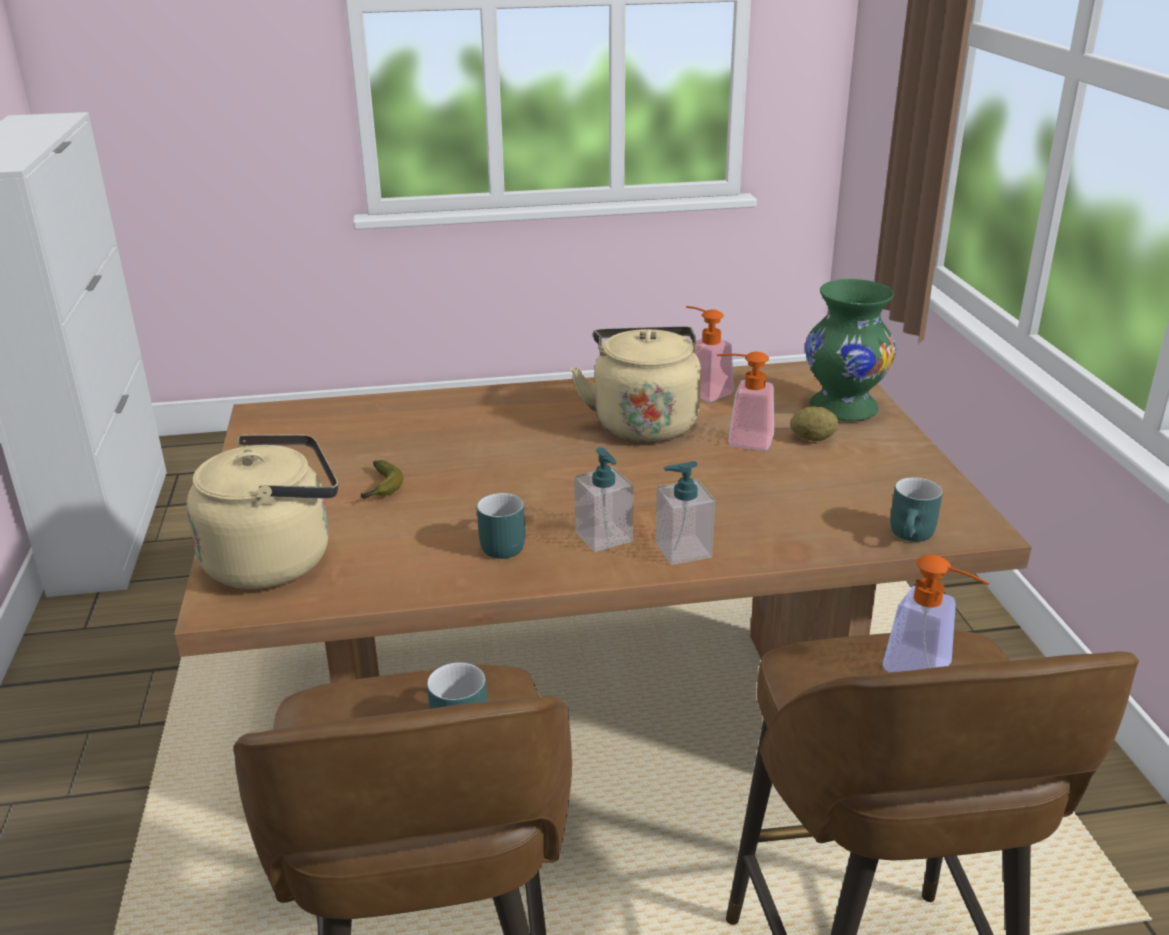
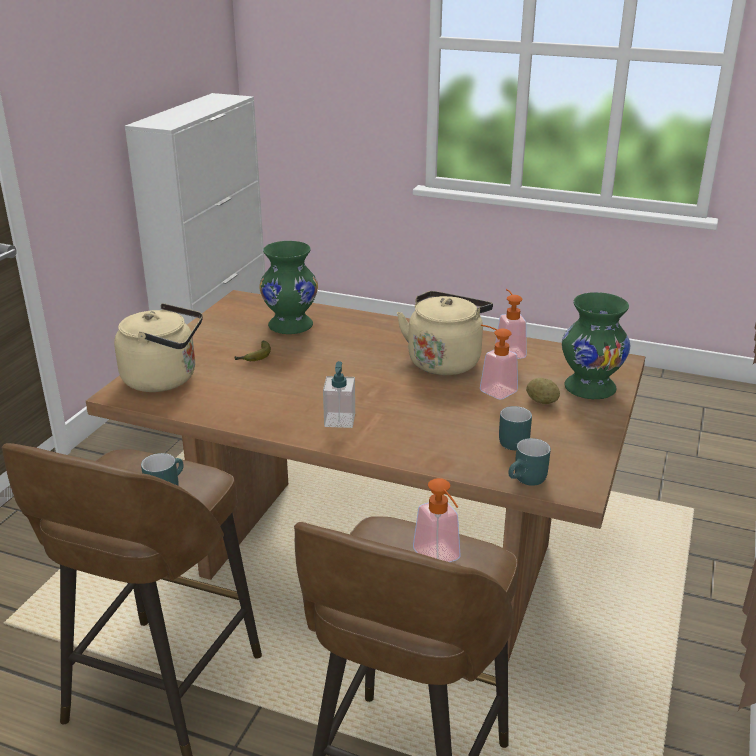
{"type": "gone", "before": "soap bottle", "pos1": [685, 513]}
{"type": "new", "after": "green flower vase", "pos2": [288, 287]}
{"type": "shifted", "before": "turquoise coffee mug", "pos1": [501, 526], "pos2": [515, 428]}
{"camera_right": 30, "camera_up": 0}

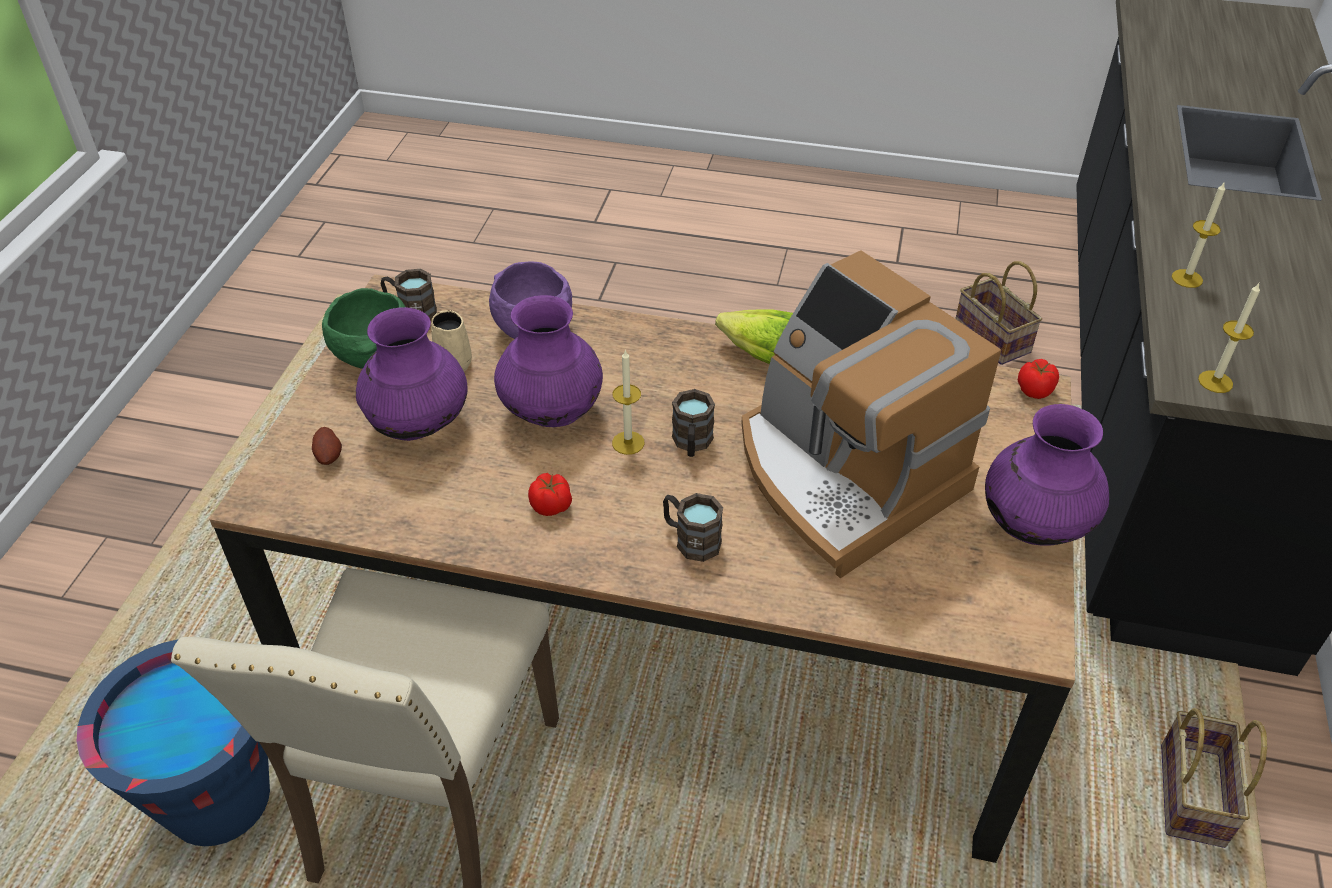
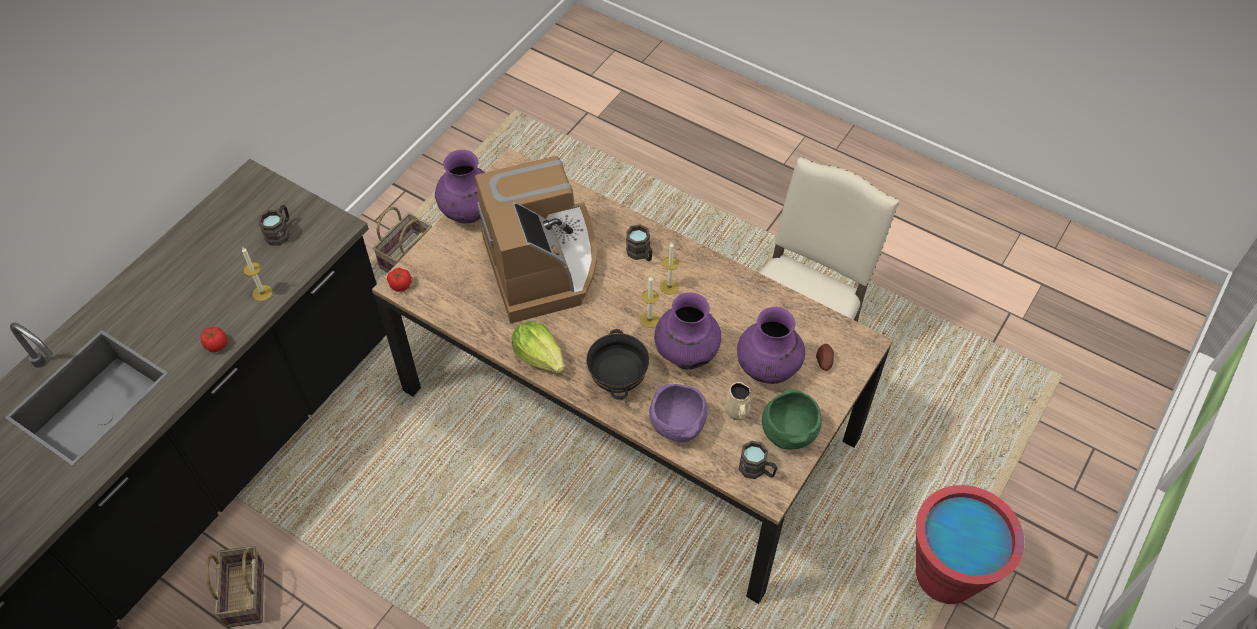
{"type": "gone", "before": "bluish water bucket", "pos1": [173, 742]}
{"type": "new", "after": "blackish serving bowl", "pos2": [618, 364]}
{"type": "new", "after": "red water bucket", "pos2": [970, 544]}
{"type": "shifted", "before": "tomato", "pos1": [550, 494], "pos2": [214, 339]}
{"type": "shifted", "before": "brown-coloured coffee mug", "pos1": [693, 423], "pos2": [274, 225]}
{"type": "shifted", "before": "wax candle", "pos1": [1229, 337], "pos2": [669, 269]}
{"camera_right": -160, "camera_up": 10}

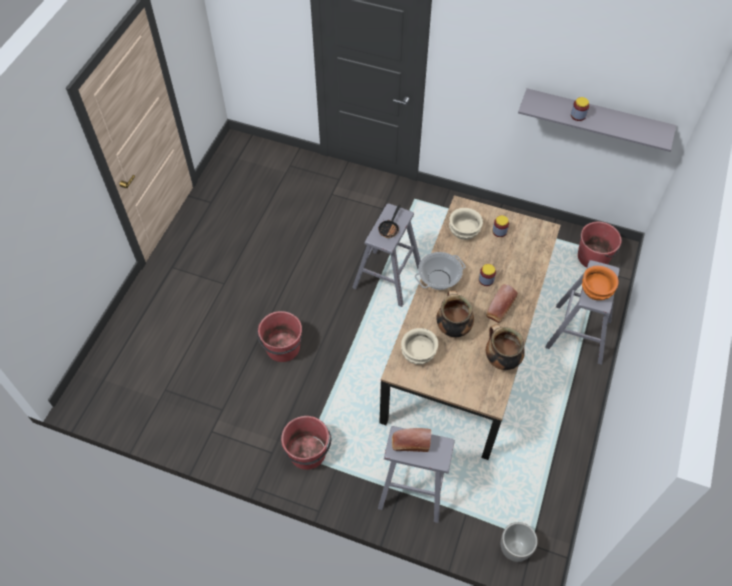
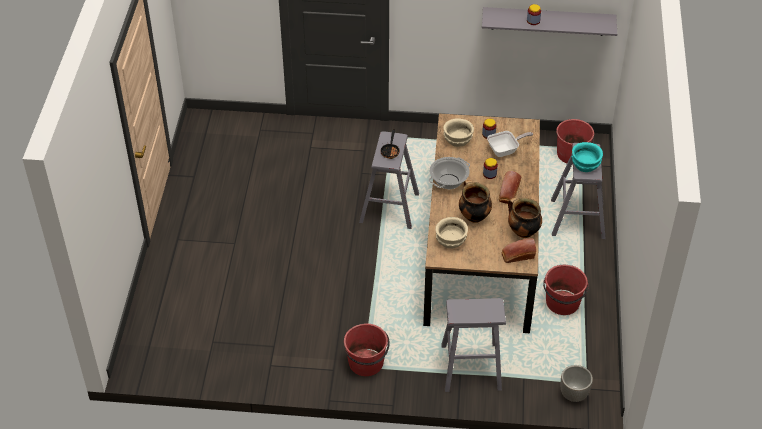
{"type": "new", "after": "frying pan", "pos2": [510, 144]}
{"type": "shifted", "before": "red water bucket", "pos1": [279, 336], "pos2": [566, 290]}
{"type": "shifted", "before": "baked bread", "pos1": [411, 440], "pos2": [518, 250]}
{"type": "repainted", "before": "orange-coloured serving bowl", "after": "turquoise serving bowl", "pos1": [600, 283], "pos2": [587, 157]}
{"camera_right": -15, "camera_up": -10}

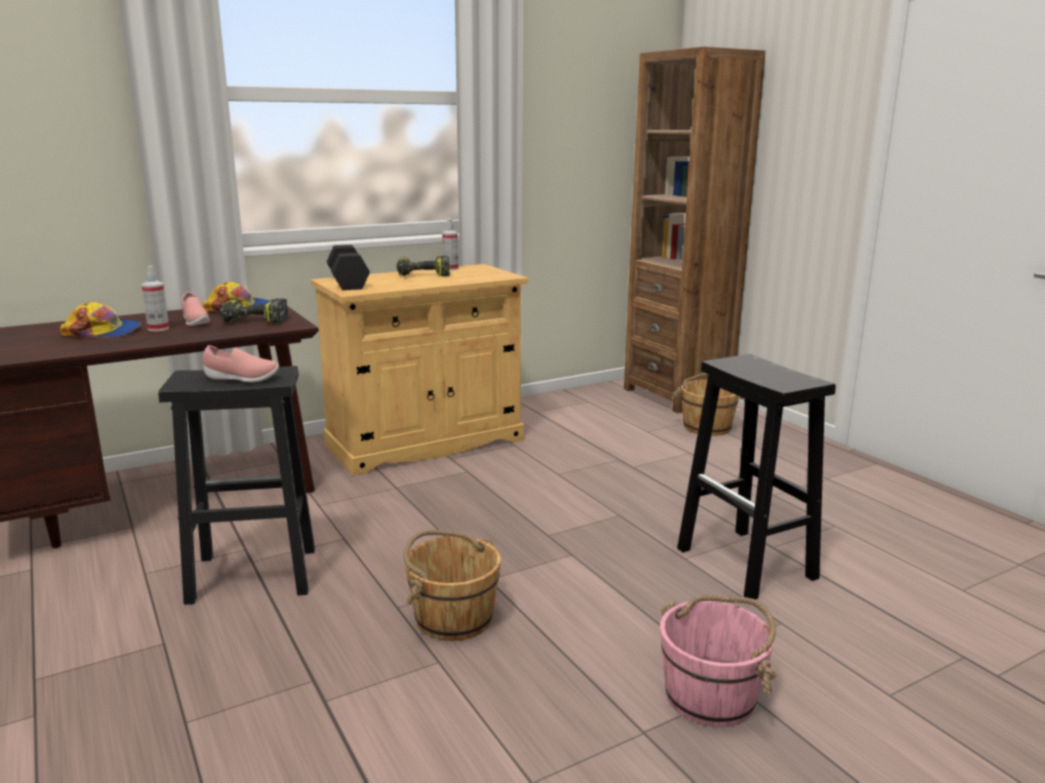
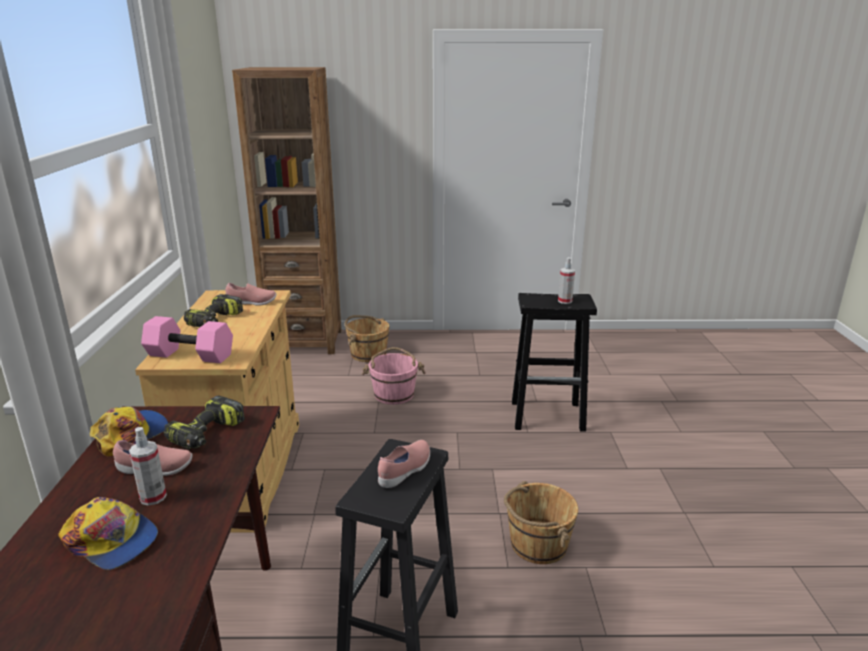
{"type": "new", "after": "pink shoe", "pos2": [250, 294]}
{"type": "shifted", "before": "spray bottle", "pos1": [450, 244], "pos2": [566, 280]}
{"type": "shifted", "before": "pink water bucket", "pos1": [718, 661], "pos2": [394, 376]}
{"type": "repainted", "before": "blackish hand weight", "after": "pink hand weight", "pos1": [348, 267], "pos2": [187, 339]}
{"type": "rotated", "before": "peaked cap", "pos1": [100, 320], "pos2": [108, 533], "turn": 90}
{"camera_right": -60, "camera_up": 5}

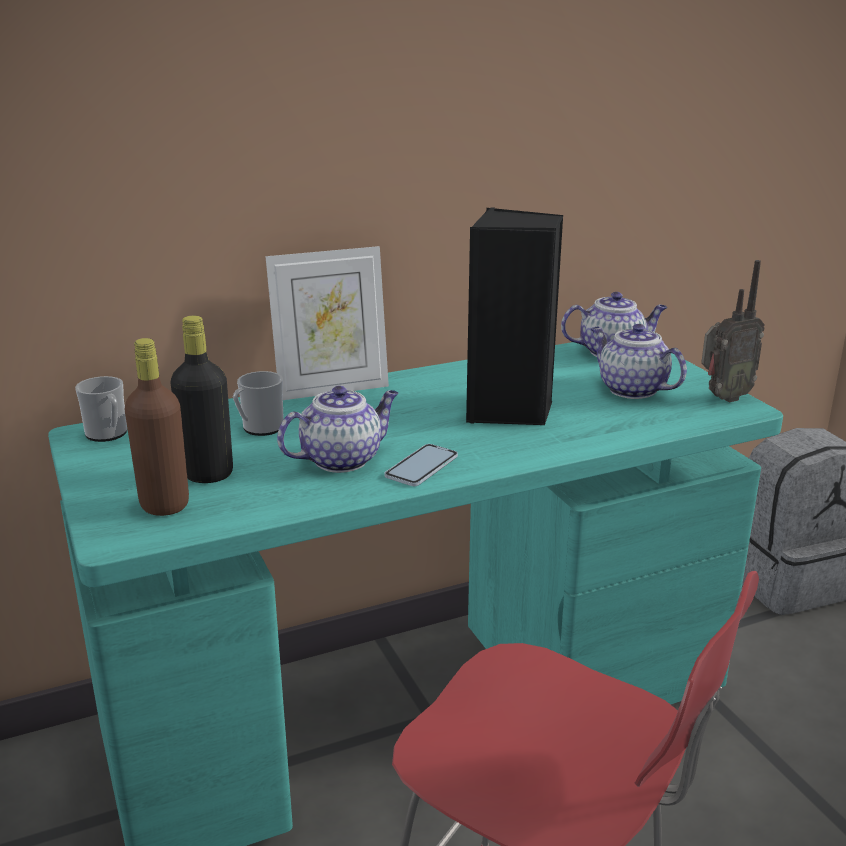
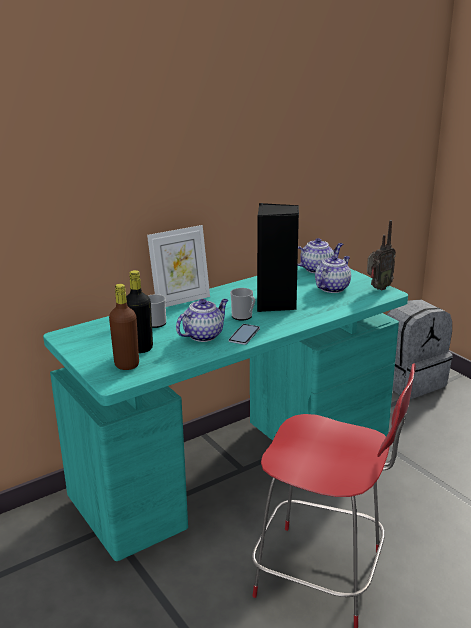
{"type": "shifted", "before": "coffee mug", "pos1": [101, 409], "pos2": [242, 304]}
{"type": "rotated", "before": "pot for tea", "pos1": [638, 361], "pos2": [333, 274], "turn": 90}
{"camera_right": -10, "camera_up": 0}

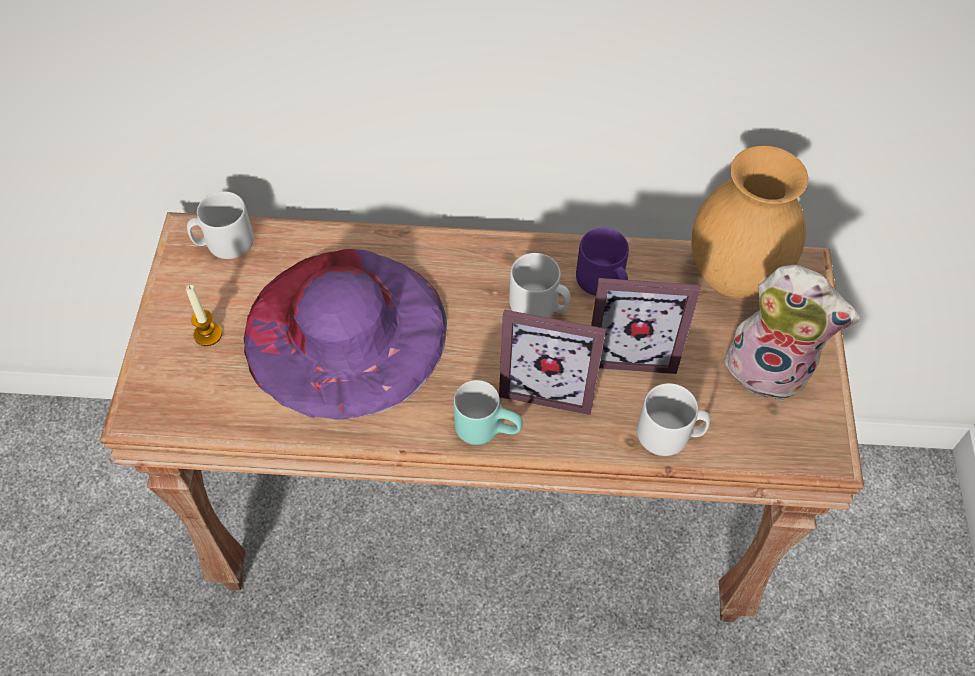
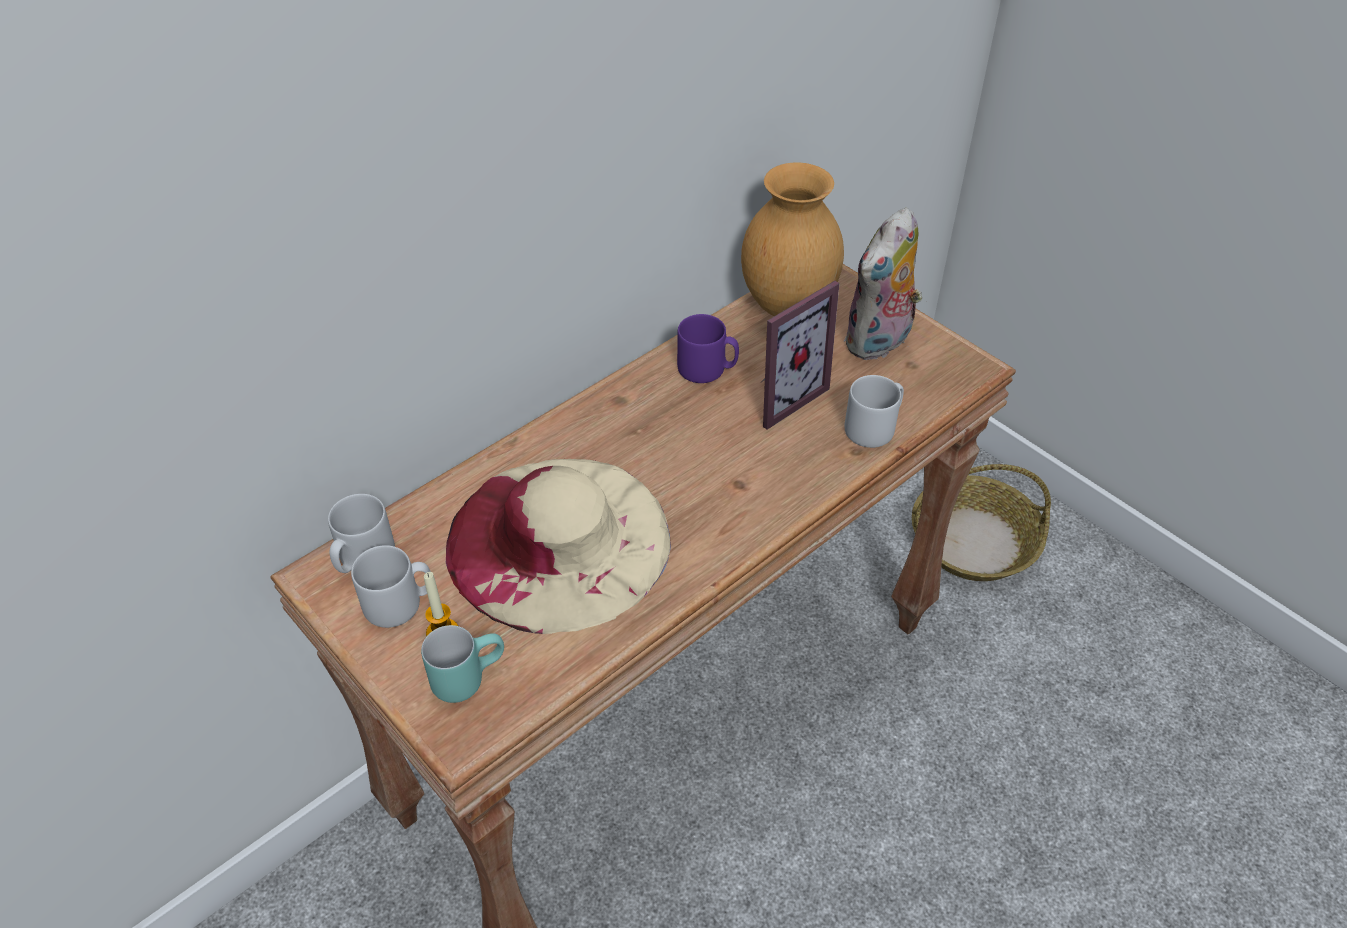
{"type": "gone", "before": "standing frame", "pos1": [552, 362]}
{"type": "new", "after": "storage basket", "pos2": [981, 522]}
{"type": "shifted", "before": "turquoise coffee mug", "pos1": [488, 412], "pos2": [462, 664]}
{"type": "shifted", "before": "greyish coffee mug", "pos1": [539, 285], "pos2": [391, 586]}
{"type": "repainted", "before": "purple clothing hat", "after": "beige clothing hat", "pos1": [345, 334], "pos2": [558, 546]}
{"type": "rotated", "before": "soft toy", "pos1": [790, 333], "pos2": [883, 283], "turn": 150}
{"camera_right": -45, "camera_up": -10}

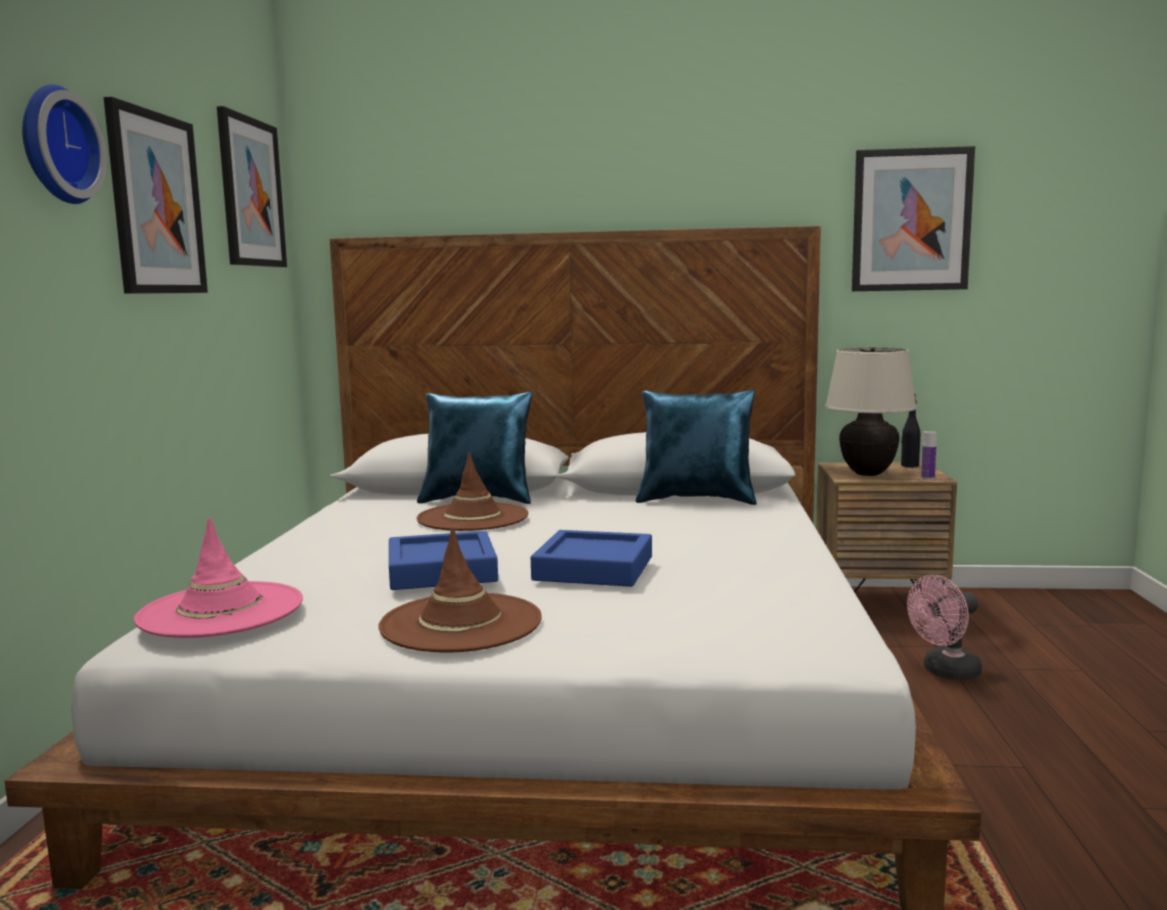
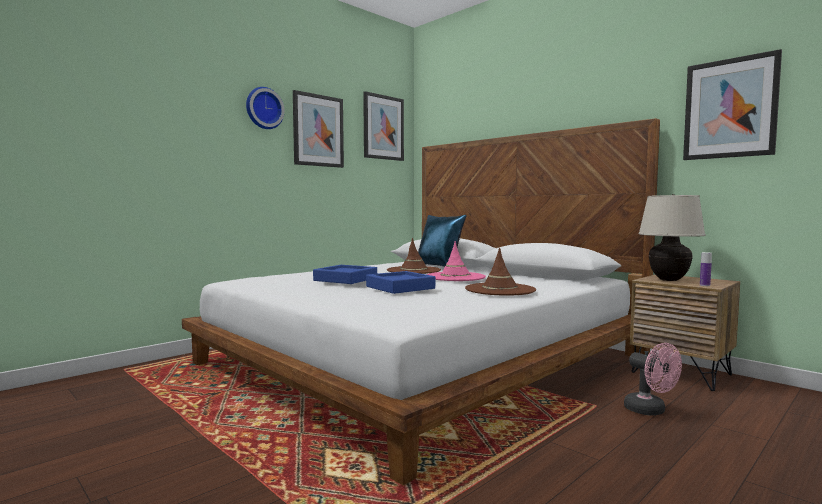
{"type": "gone", "before": "bluish throw pillow", "pos1": [696, 447]}
{"type": "gone", "before": "blackish drink bottle", "pos1": [910, 430]}
{"type": "shifted", "before": "pink clothing hat", "pos1": [218, 577], "pos2": [456, 261]}
{"type": "shifted", "before": "brown-coloured clothing hat", "pos1": [460, 589], "pos2": [500, 271]}
{"type": "rotated", "before": "pink cooling fan", "pos1": [944, 627], "pos2": [653, 379], "turn": -135}
{"camera_right": 40, "camera_up": -5}

